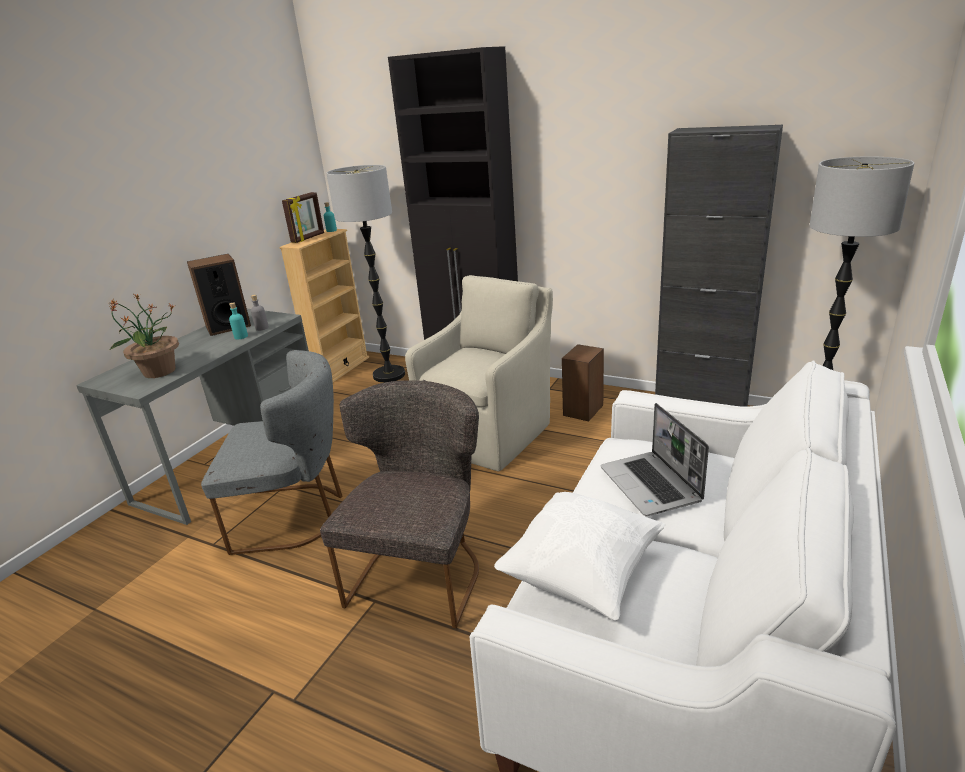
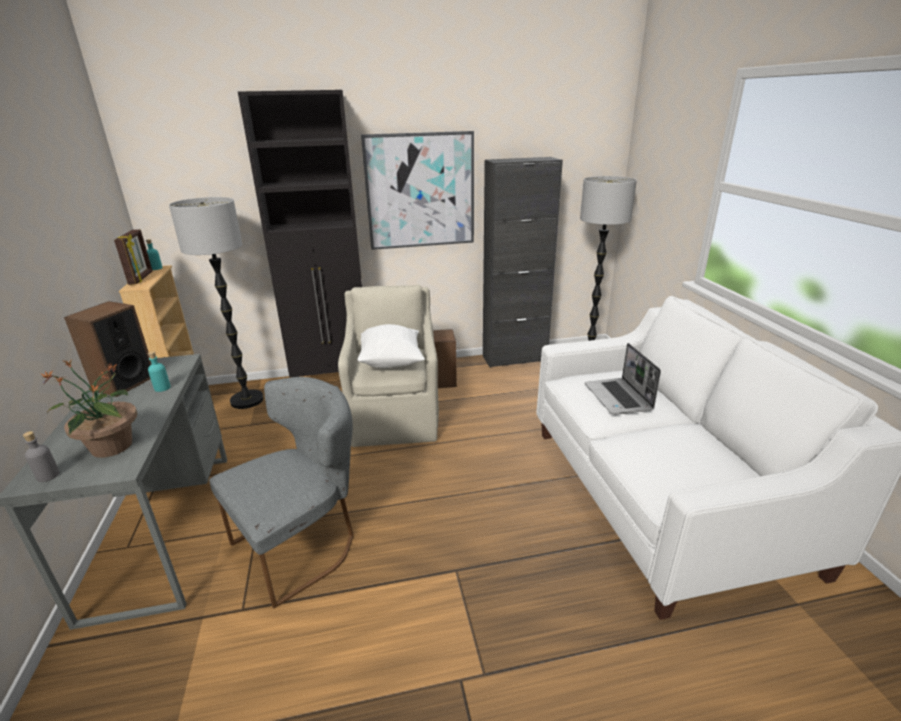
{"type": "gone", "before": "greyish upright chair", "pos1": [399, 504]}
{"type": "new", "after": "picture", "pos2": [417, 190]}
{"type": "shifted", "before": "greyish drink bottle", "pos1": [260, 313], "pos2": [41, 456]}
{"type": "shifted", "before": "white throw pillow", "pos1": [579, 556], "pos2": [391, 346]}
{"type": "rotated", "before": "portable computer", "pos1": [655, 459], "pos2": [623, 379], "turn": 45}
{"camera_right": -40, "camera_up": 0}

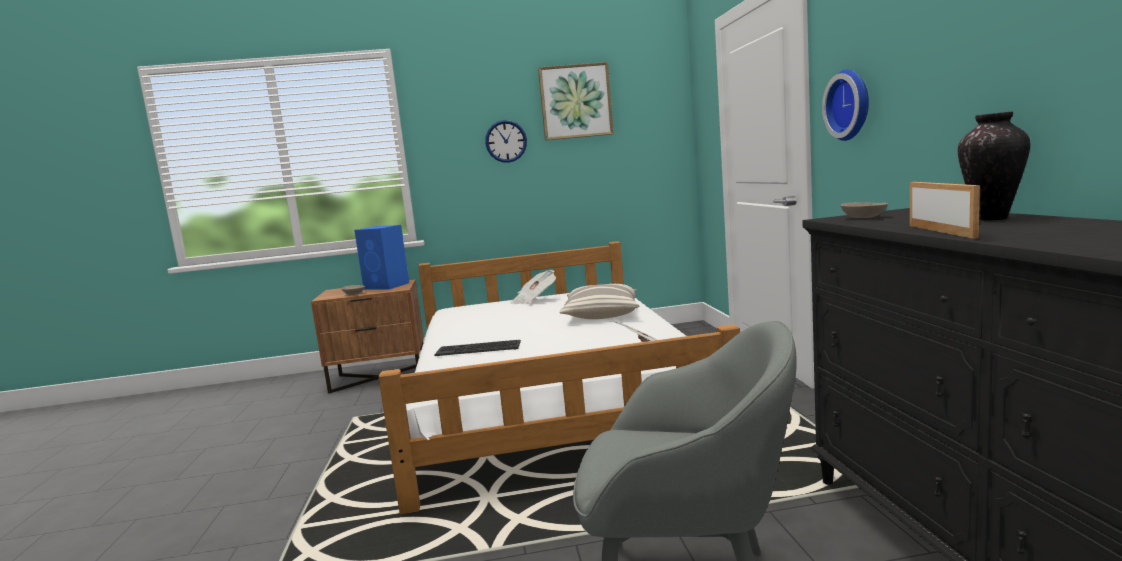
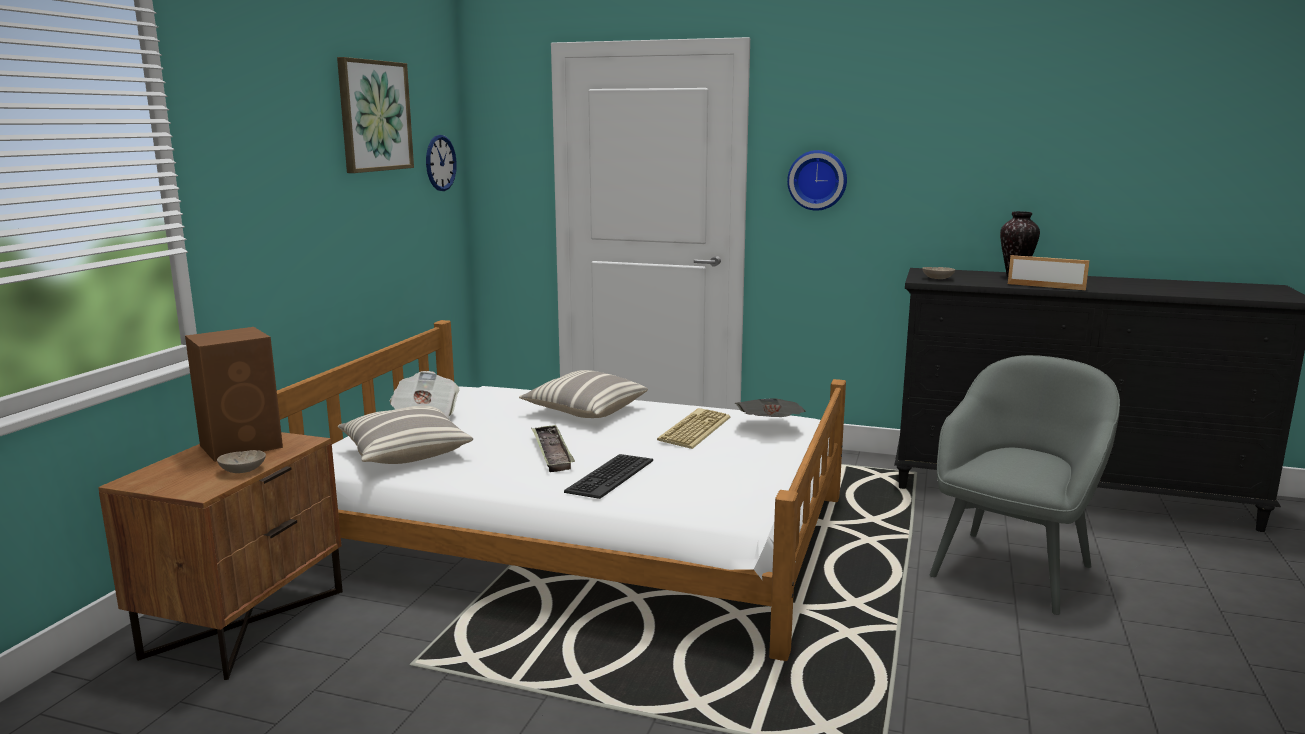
{"type": "new", "after": "throw pillow", "pos2": [405, 435]}
{"type": "new", "after": "serving tray", "pos2": [553, 448]}
{"type": "new", "after": "computer keyboard", "pos2": [694, 428]}
{"type": "shifted", "before": "hanging clock", "pos1": [506, 141], "pos2": [441, 163]}
{"type": "repainted", "before": "bluish speaker", "after": "brown-coloured speaker", "pos1": [381, 257], "pos2": [234, 394]}
{"camera_right": -65, "camera_up": 5}

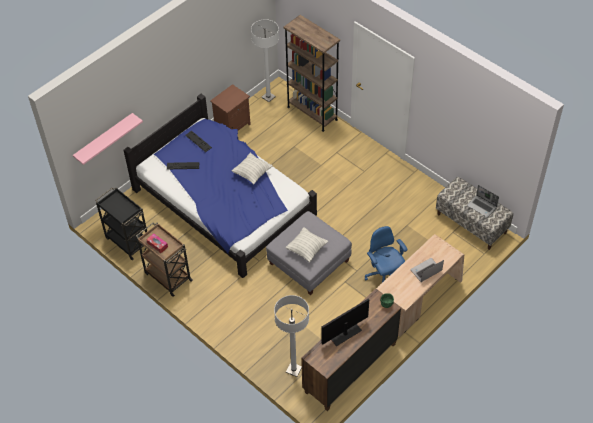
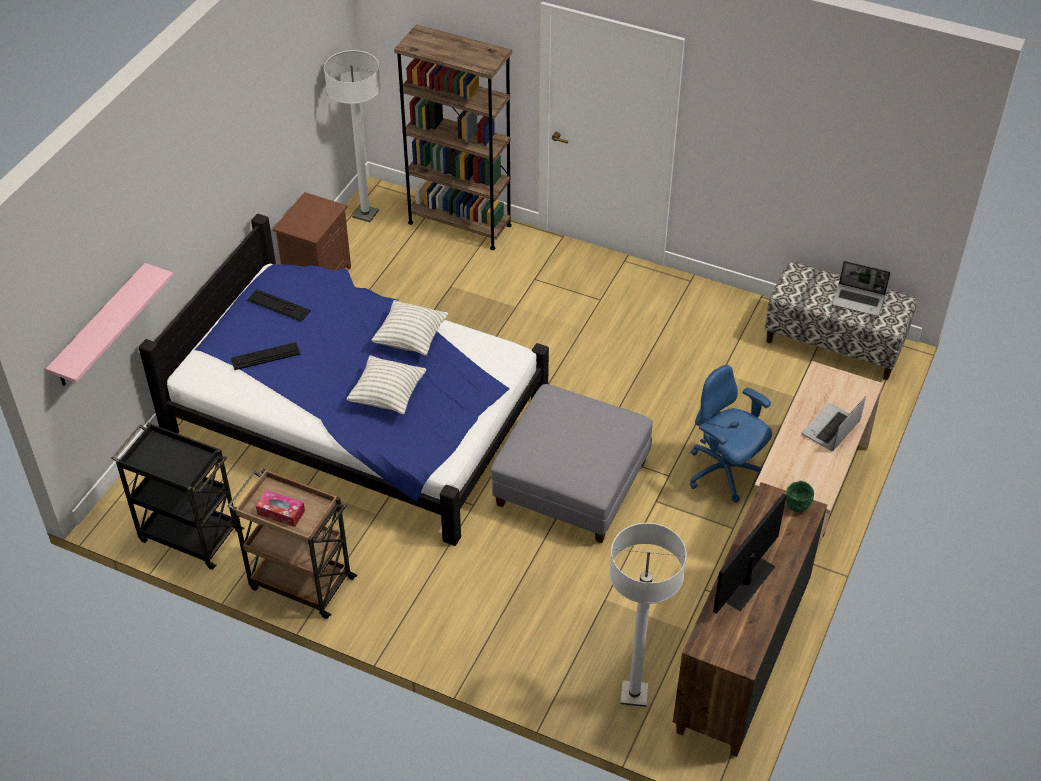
{"type": "shifted", "before": "throw pillow", "pos1": [306, 244], "pos2": [386, 385]}
{"camera_right": -20, "camera_up": -5}

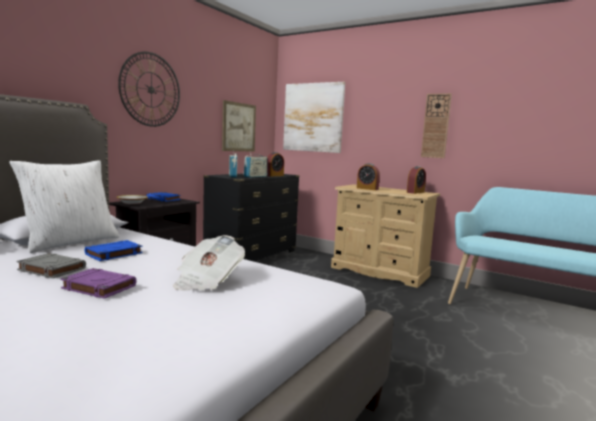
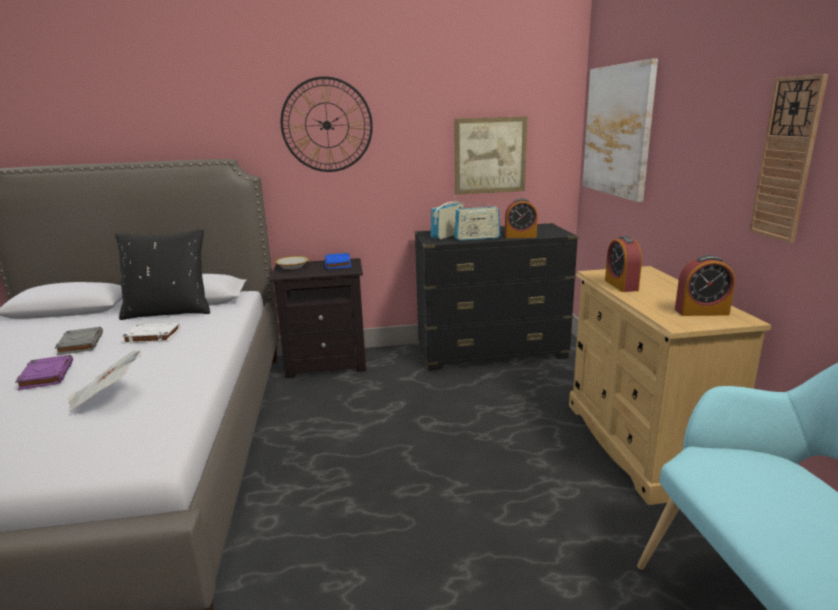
{"type": "repainted", "before": "white throw pillow", "after": "blackish throw pillow", "pos1": [64, 206], "pos2": [162, 274]}
{"type": "repainted", "before": "bluish book", "after": "white book", "pos1": [113, 250], "pos2": [151, 333]}
{"camera_right": 50, "camera_up": 10}

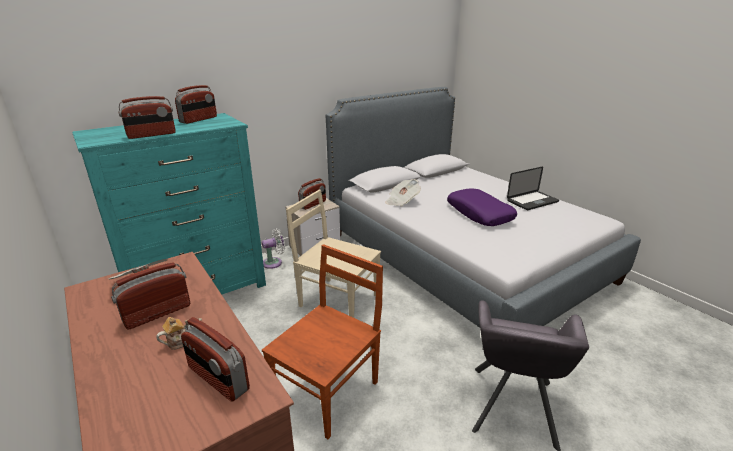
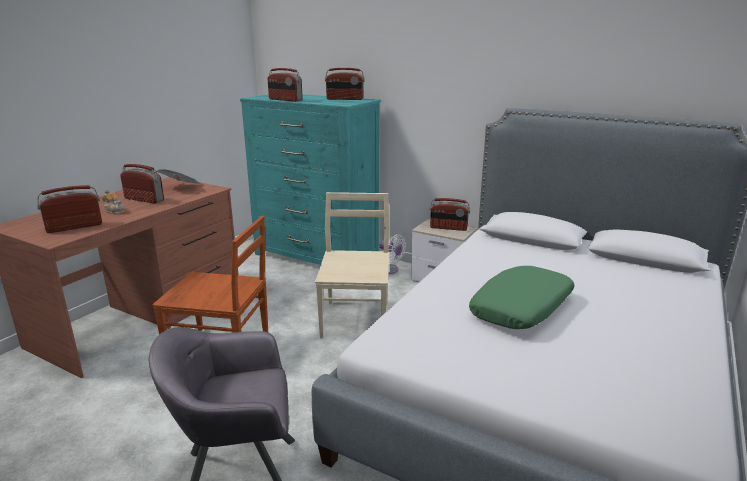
{"type": "gone", "before": "printed paper", "pos1": [403, 193]}
{"type": "gone", "before": "portable computer", "pos1": [533, 188]}
{"type": "repainted", "before": "purple throw pillow", "after": "green throw pillow", "pos1": [482, 207], "pos2": [521, 297]}
{"type": "rotated", "before": "radio set", "pos1": [215, 359], "pos2": [69, 209], "turn": 45}
{"camera_right": 65, "camera_up": -5}

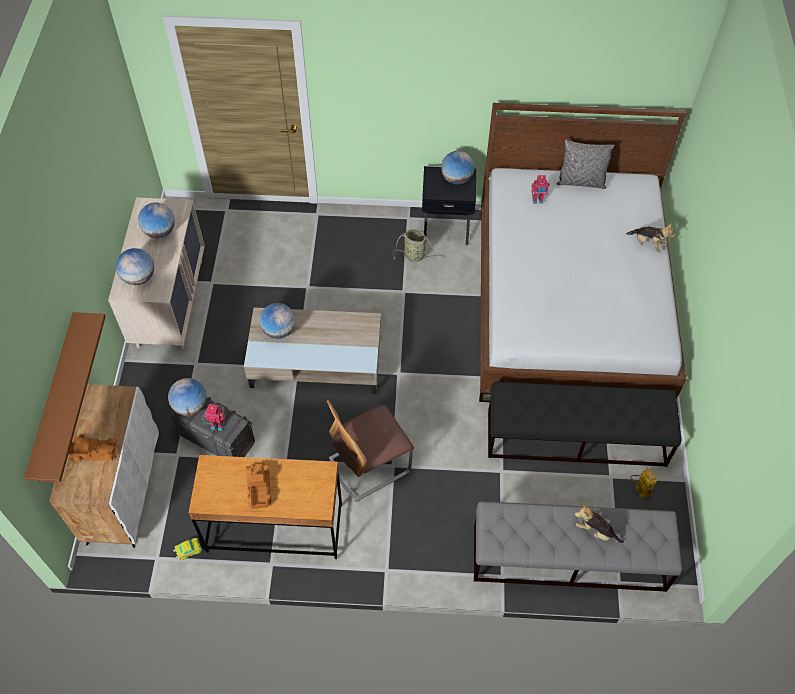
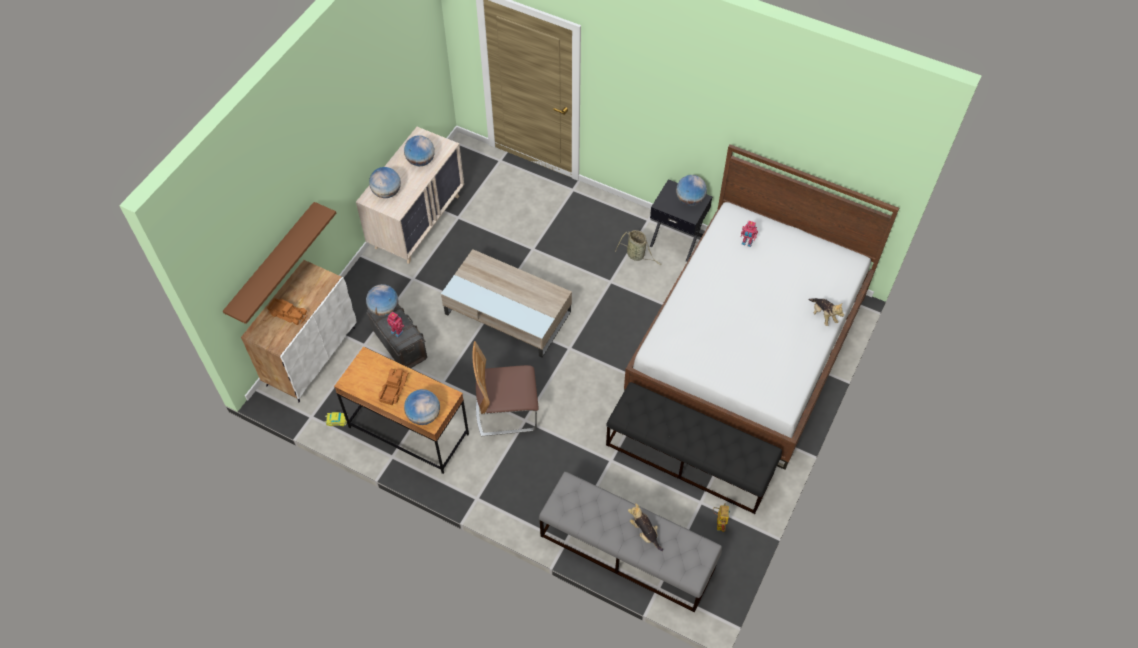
{"type": "gone", "before": "greyish throw pillow", "pos1": [586, 164]}
{"type": "shifted", "before": "world globe", "pos1": [277, 321], "pos2": [422, 407]}
{"camera_right": 25, "camera_up": 0}

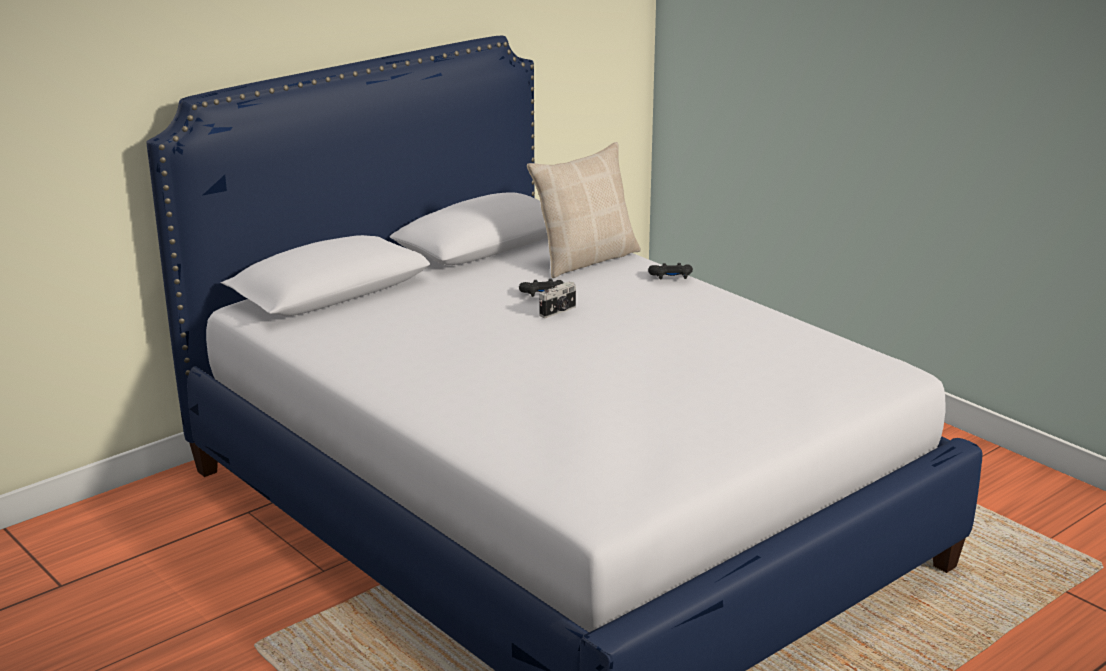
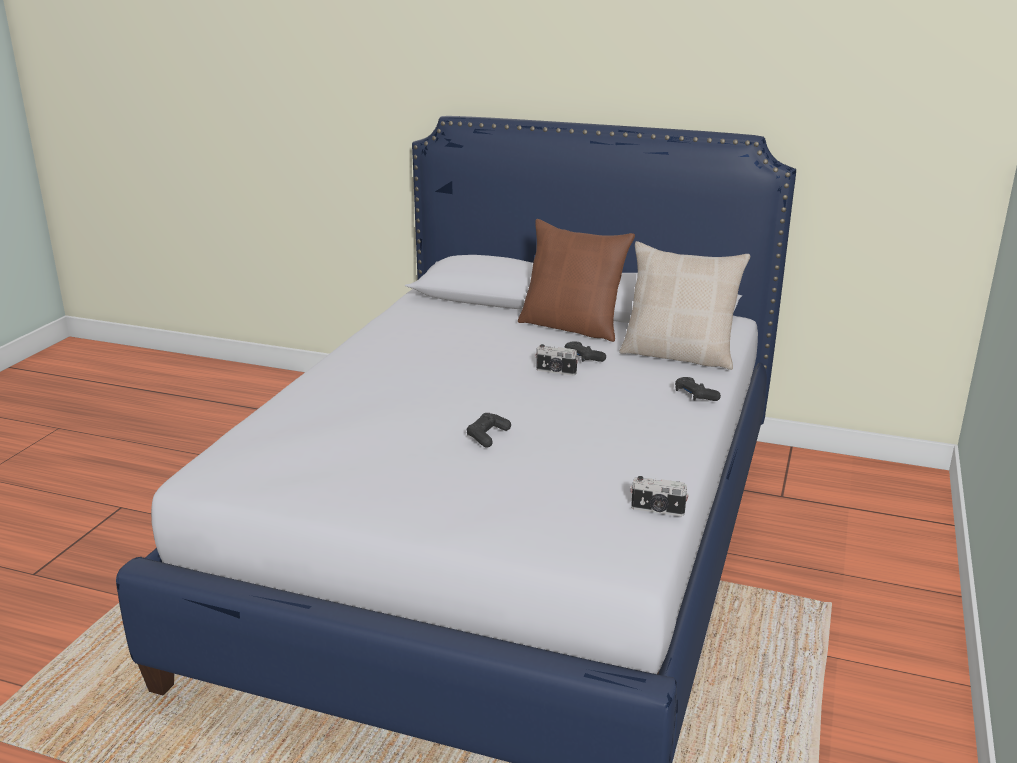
{"type": "new", "after": "blackish game controller", "pos2": [489, 430]}
{"type": "new", "after": "brown-coloured throw pillow", "pos2": [576, 280]}
{"type": "new", "after": "photo camera", "pos2": [659, 496]}
{"camera_right": 60, "camera_up": 0}

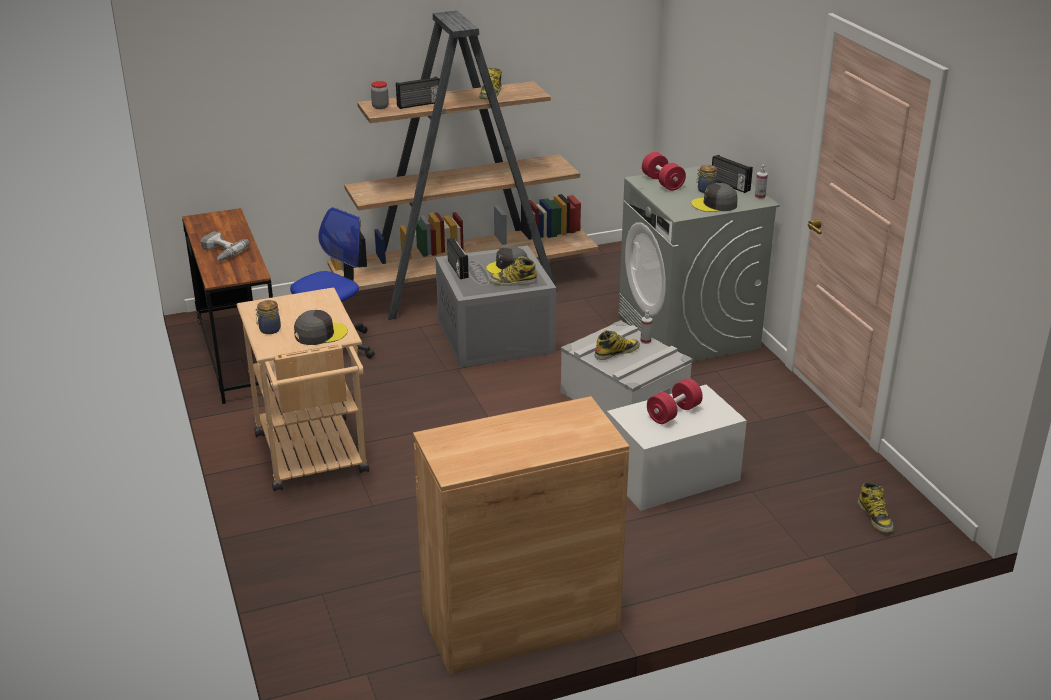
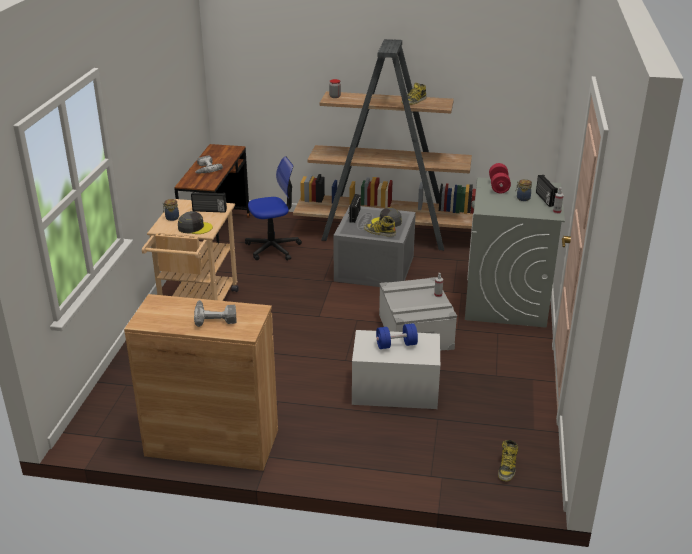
{"type": "gone", "before": "boot", "pos1": [617, 345]}
{"type": "gone", "before": "greyish peaked cap", "pos1": [714, 197]}
{"type": "new", "after": "drill", "pos2": [215, 313]}
{"type": "shifted", "before": "radio set", "pos1": [418, 93], "pos2": [209, 202]}
{"type": "repainted", "before": "red hand weight", "after": "bluish hand weight", "pos1": [675, 401], "pos2": [397, 336]}
{"camera_right": 30, "camera_up": 0}

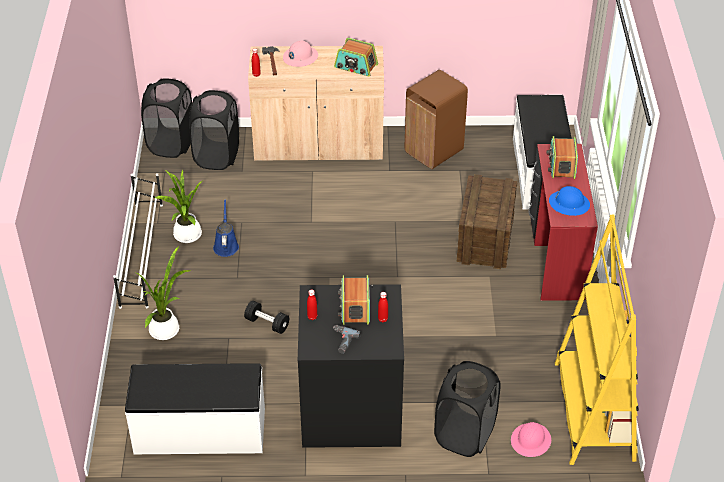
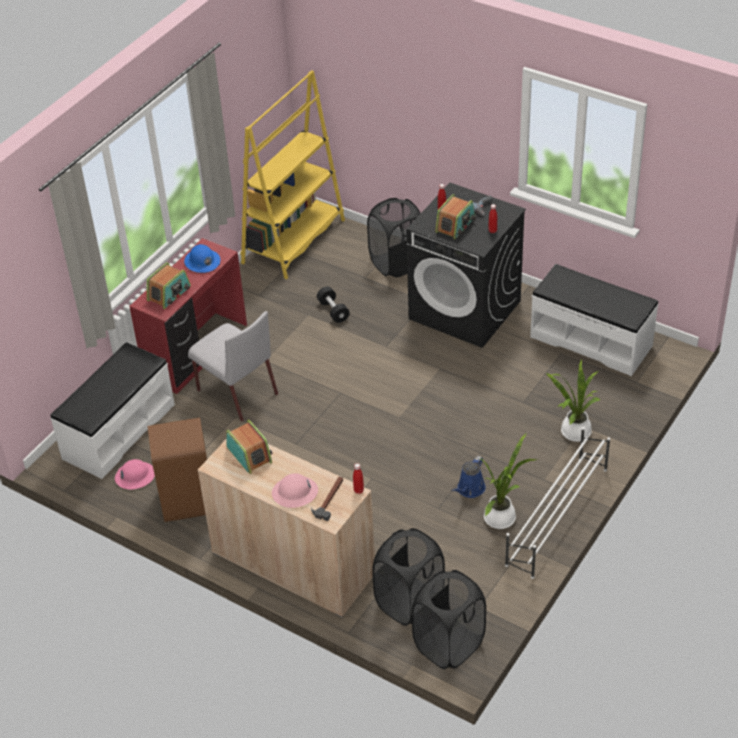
{"type": "shifted", "before": "blackish hand weight", "pos1": [266, 317], "pos2": [333, 304]}
{"type": "shifted", "before": "pink safety helmet", "pos1": [531, 439], "pos2": [135, 474]}
{"type": "swapped", "before": "packing crate", "after": "greyish upright chair", "pos1": [487, 221], "pos2": [233, 366]}
{"camera_right": -145, "camera_up": 0}

